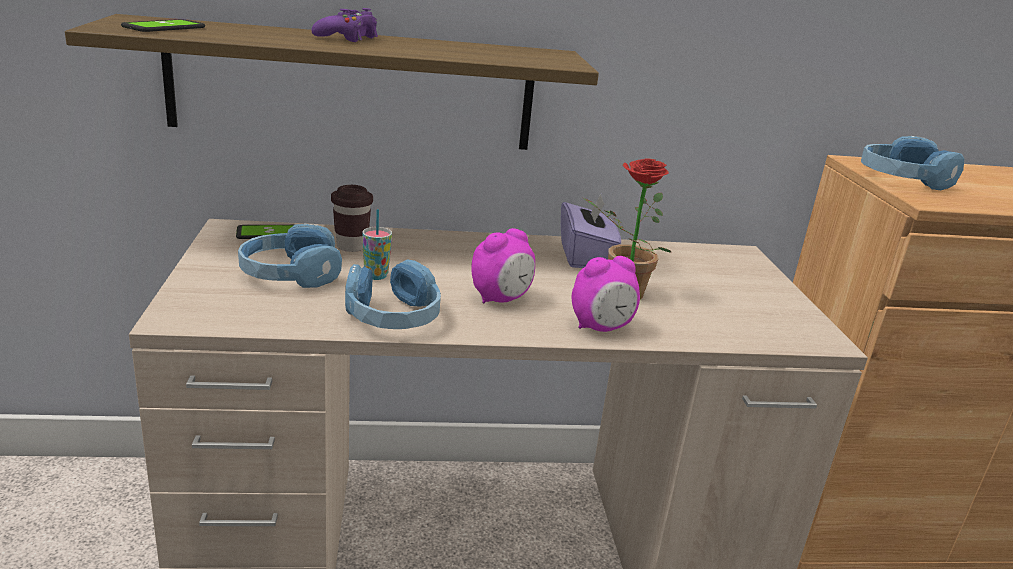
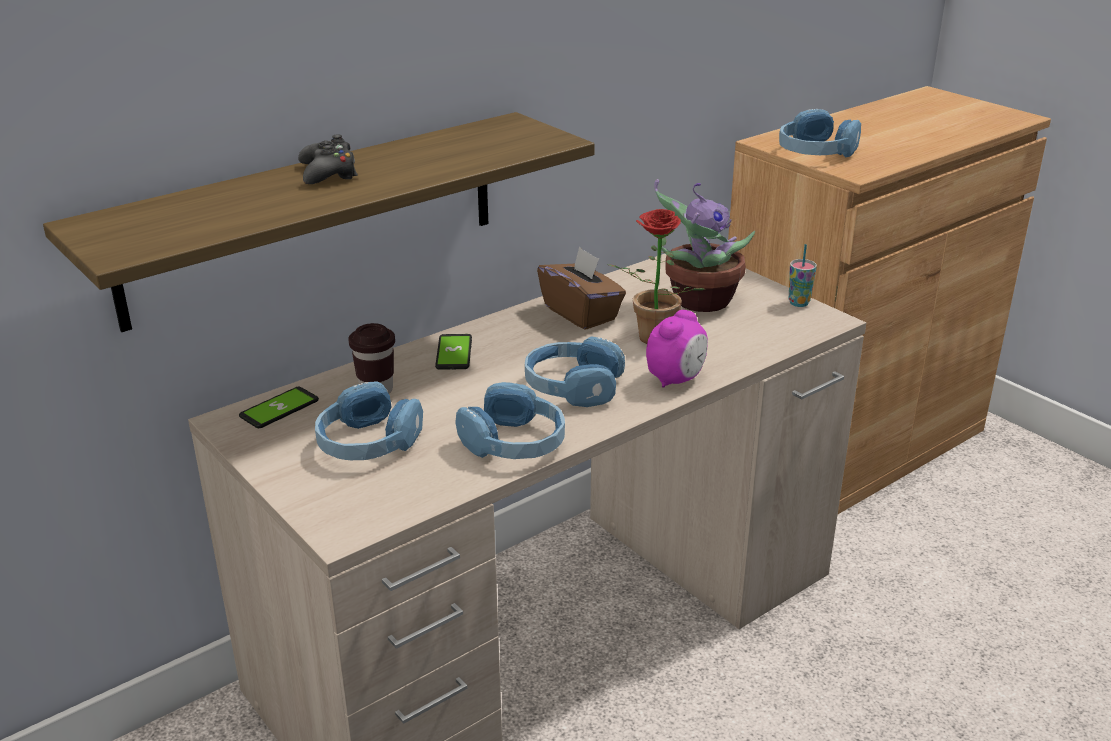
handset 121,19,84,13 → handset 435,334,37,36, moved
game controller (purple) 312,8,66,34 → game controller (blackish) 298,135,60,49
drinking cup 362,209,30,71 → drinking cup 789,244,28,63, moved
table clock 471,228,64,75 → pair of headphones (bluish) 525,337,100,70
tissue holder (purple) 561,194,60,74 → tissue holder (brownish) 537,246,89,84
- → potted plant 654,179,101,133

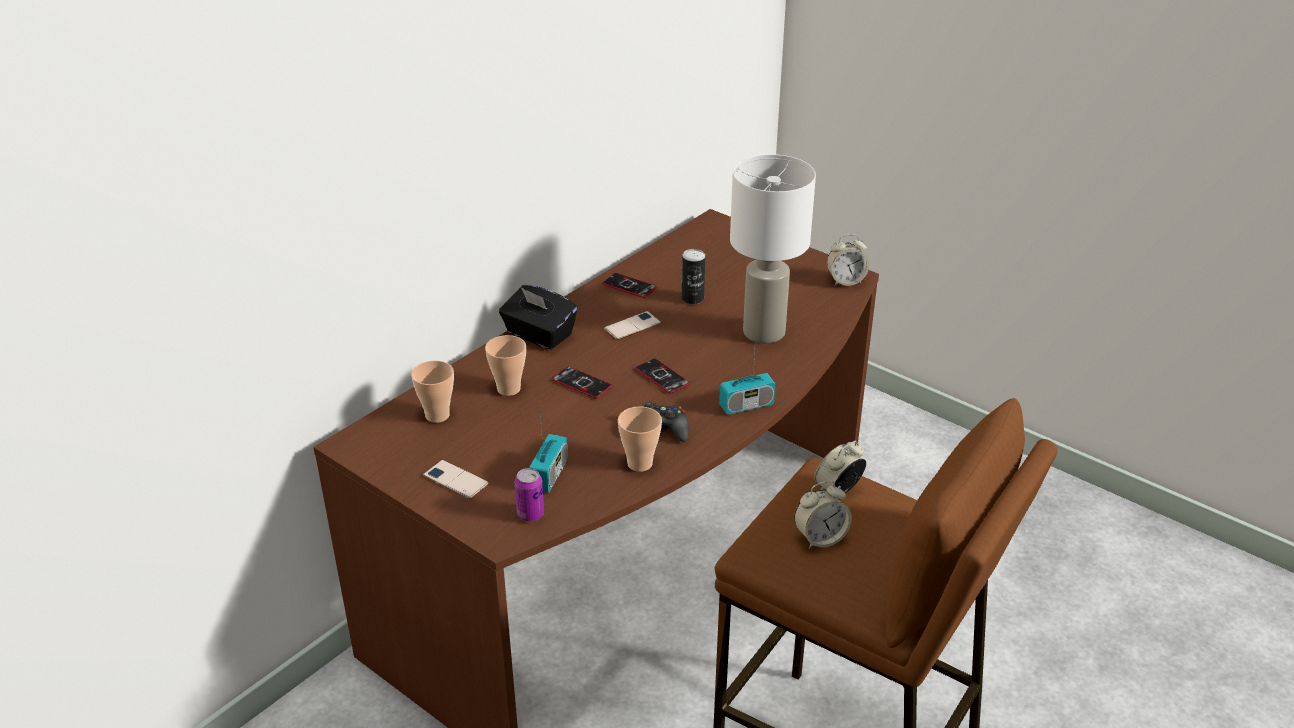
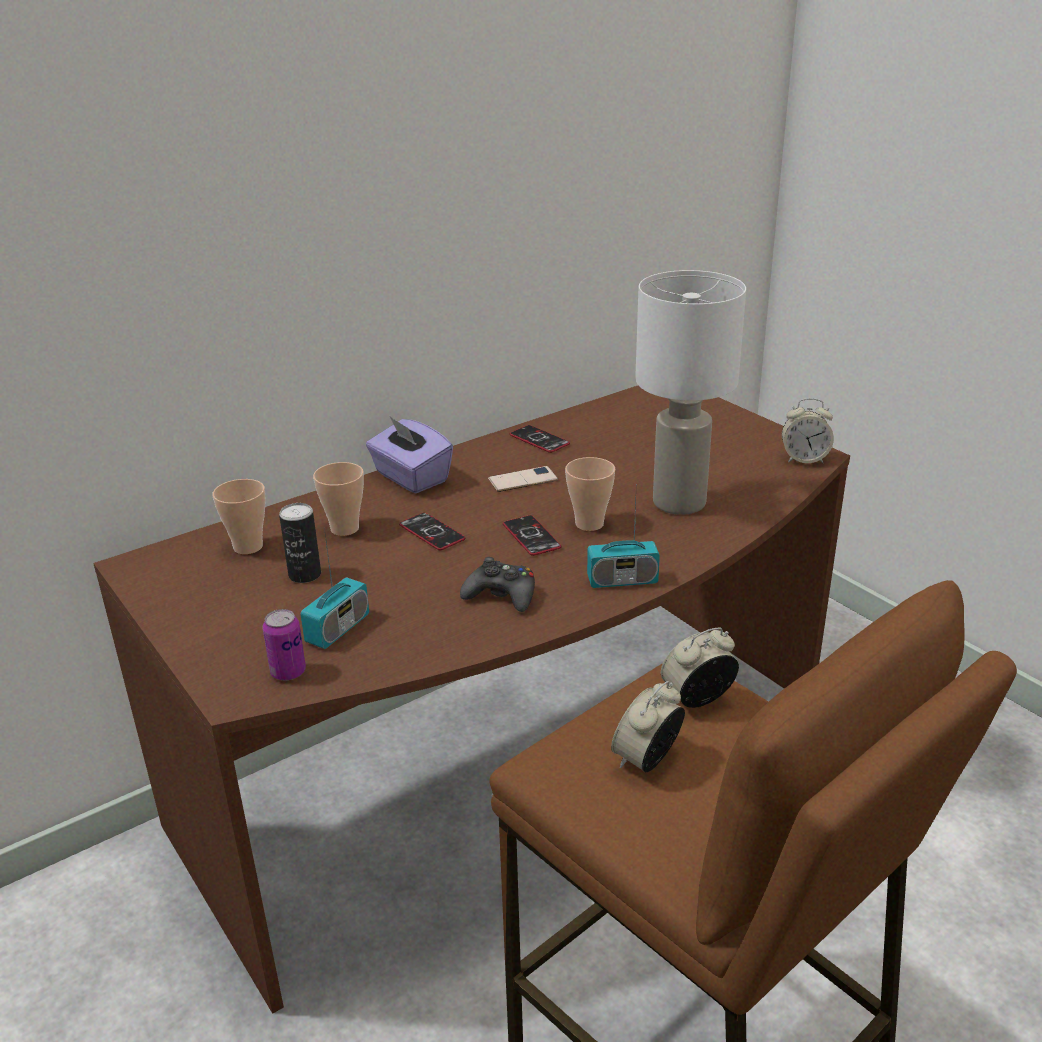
handset 423,460,66,39 → -
tissue holder (blackish) 499,285,79,64 → tissue holder (purple) 366,417,87,76
drinking cup 618,406,44,66 → drinking cup 565,457,50,74, moved
can 682,249,23,55 → can 279,503,42,80, moved
table clock 794,481,58,68 → table clock 611,681,74,91, 135 degrees clockwise

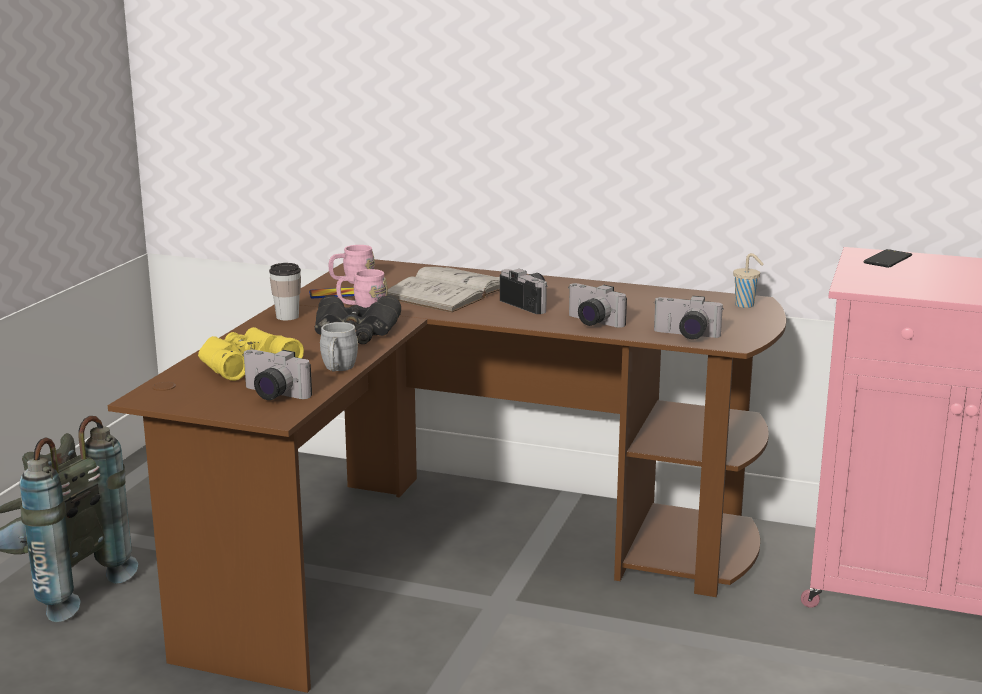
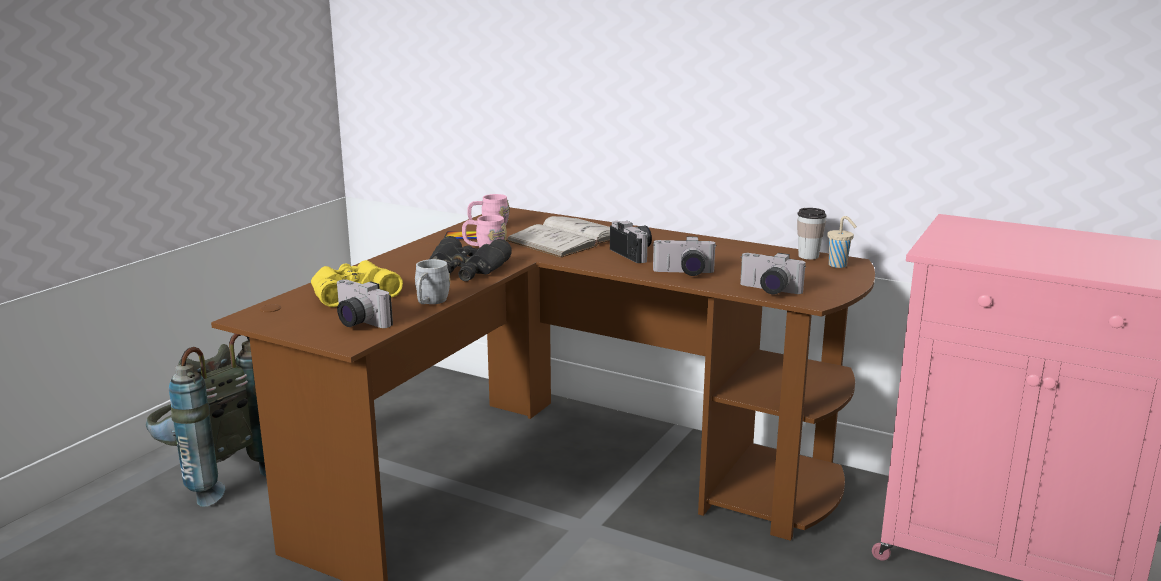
drinking cup 269,263,32,57 → drinking cup 797,208,30,51, moved
photo camera 569,283,58,45 → photo camera 653,236,64,40, 45 degrees counterclockwise
handset 864,249,48,19 → -

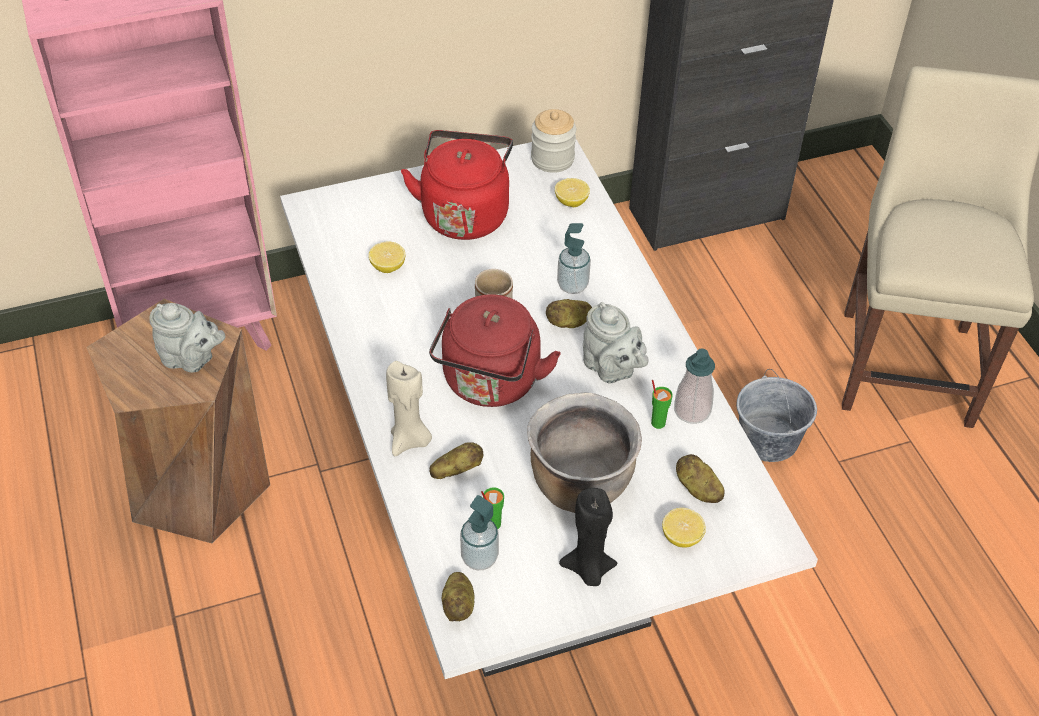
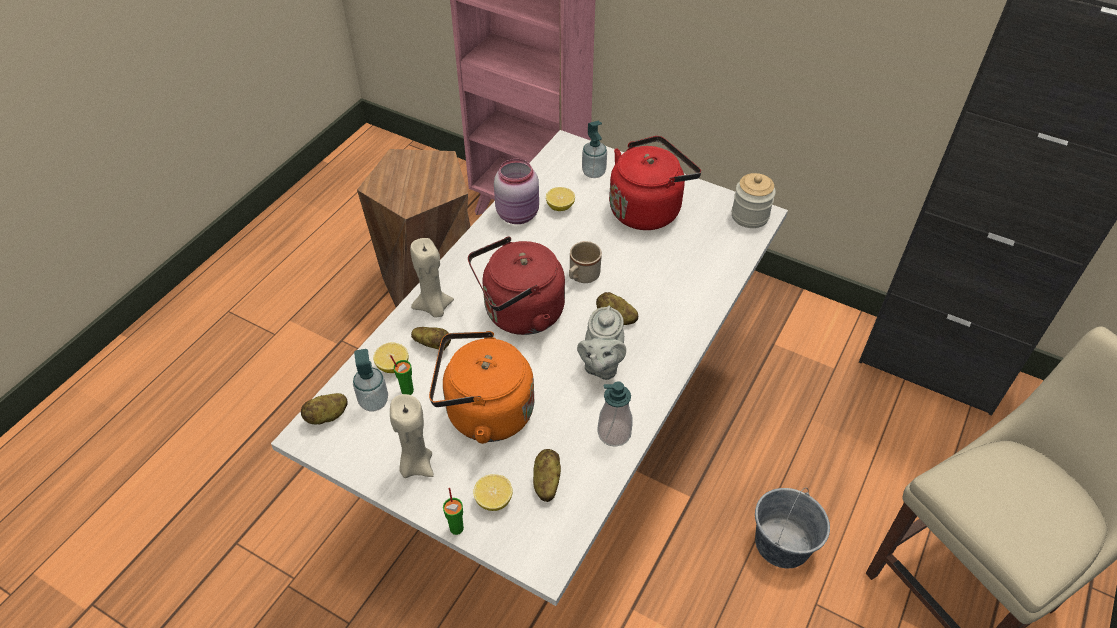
pot for tea (grey) 149,303,76,70 → -
stockpot (brownish) 527,393,115,120 → kettle (orangey) 429,331,105,113
lemon 555,178,35,29 → lemon 373,342,36,31, moved
soap bottle 557,223,34,71 → soap bottle 582,121,25,57, moved
wax light (blackish) 559,488,59,98 → wax light (sand-coloured) 390,394,44,84
drinking cup (green) 651,380,22,49 → drinking cup (green) 443,488,21,47, moved
- → storage jar (pink) 494,159,45,65

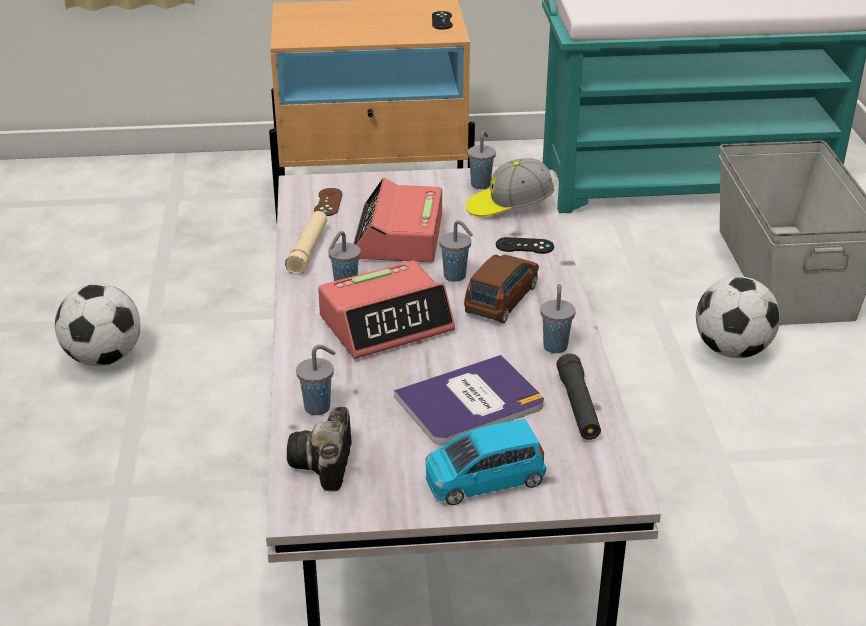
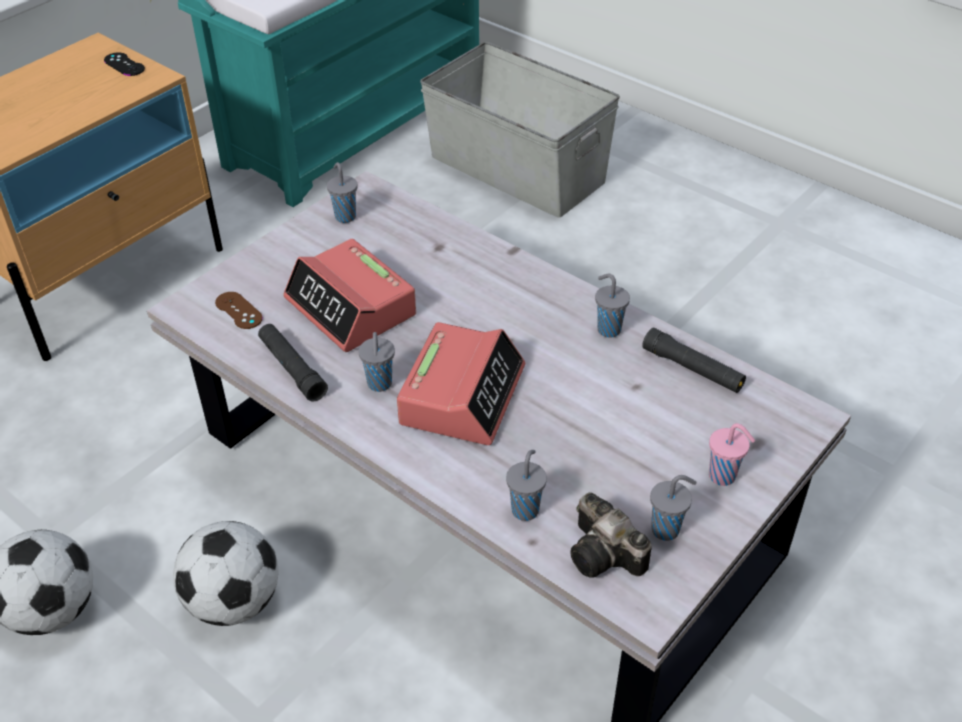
torch (sand-coloured) 285,211,42,63 → torch (blackish) 258,324,70,78
bound book 394,355,150,90 → -
toy car (bluish) 426,419,120,86 → drinking cup (pink) 709,423,46,63
drinking cup (grey) 439,220,34,62 → drinking cup (grey) 650,475,46,66, moved
toy car (brownish) 464,254,75,69 → -
baseball cap 466,158,88,58 → -
game controller (blackish) 496,237,58,17 → -
football ball 696,276,84,82 → football ball 173,521,106,105, moved

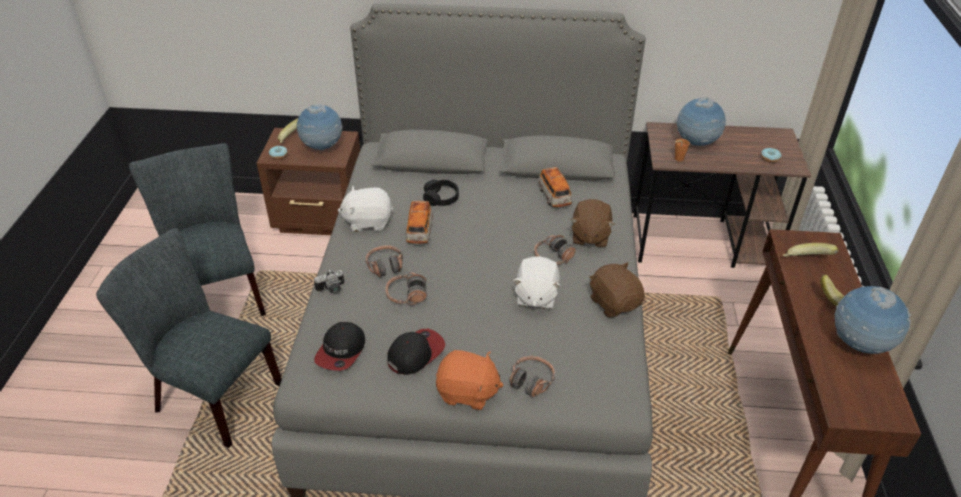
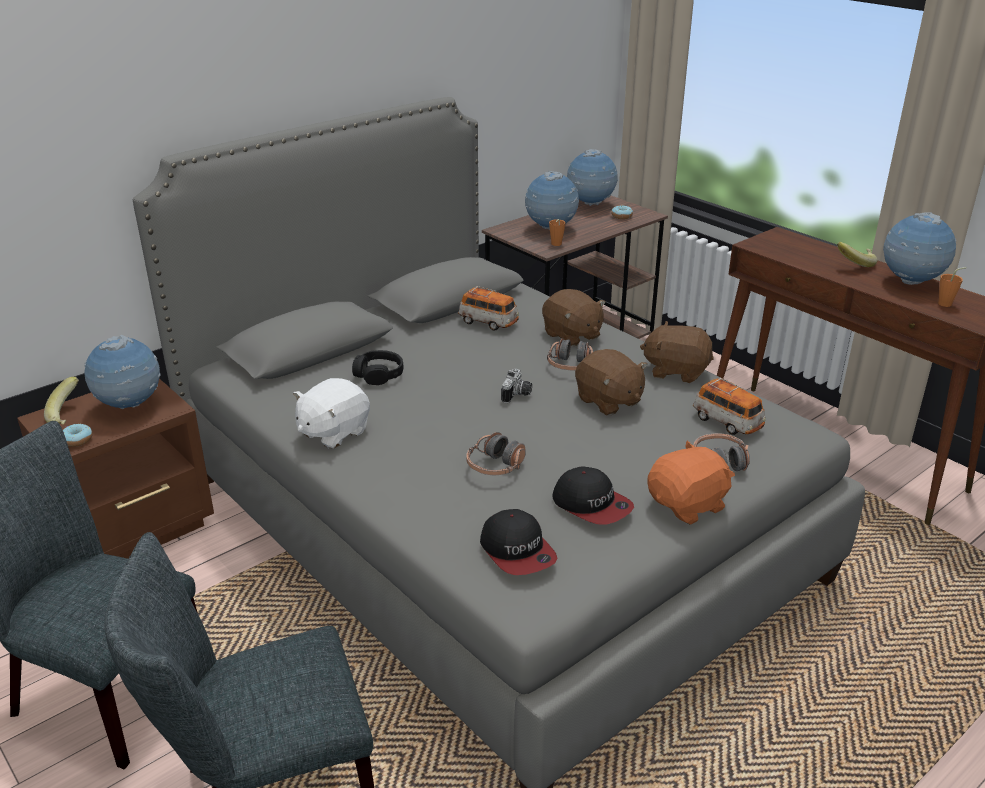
photo camera 314,270,30,24 → photo camera 501,369,31,34, moved
pair of headphones 365,245,38,32 → -
baseball cap 387,329,58,46 → baseball cap 552,467,82,58, 135 degrees clockwise
toy car 405,201,28,43 → toy car 693,378,73,57, moved
plush toy (whitish) 513,256,47,53 → plush toy (brownish) 575,349,73,67
banana fruit 783,243,55,14 → -
- → desk globe 567,149,52,57
- → drinking cup (orangey) 938,267,29,40

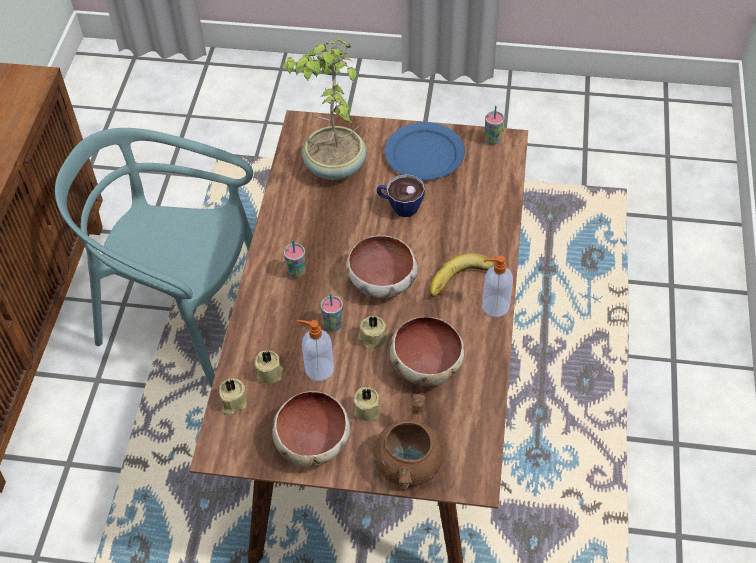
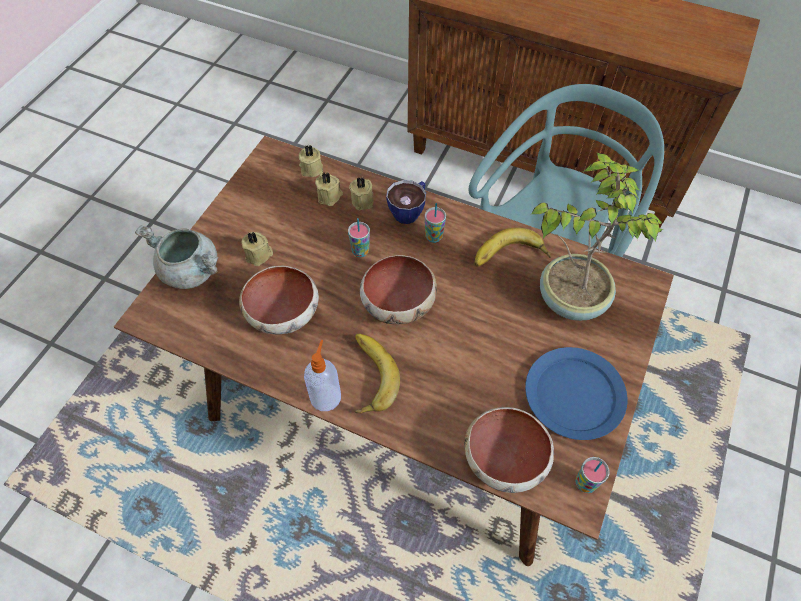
deep dish 272,391,78,76 → deep dish 464,407,90,86, moved
soap bottle 297,320,37,61 → -
wax light (sand-coloured) 358,316,29,33 → wax light (sand-coloured) 349,177,24,33, moved
stockpot (brownish) 374,394,68,95 → stockpot (grey) 135,225,83,64
drinking cup 376,174,49,43 → drinking cup 386,180,40,44, moved
- → banana fruit 475,228,76,38

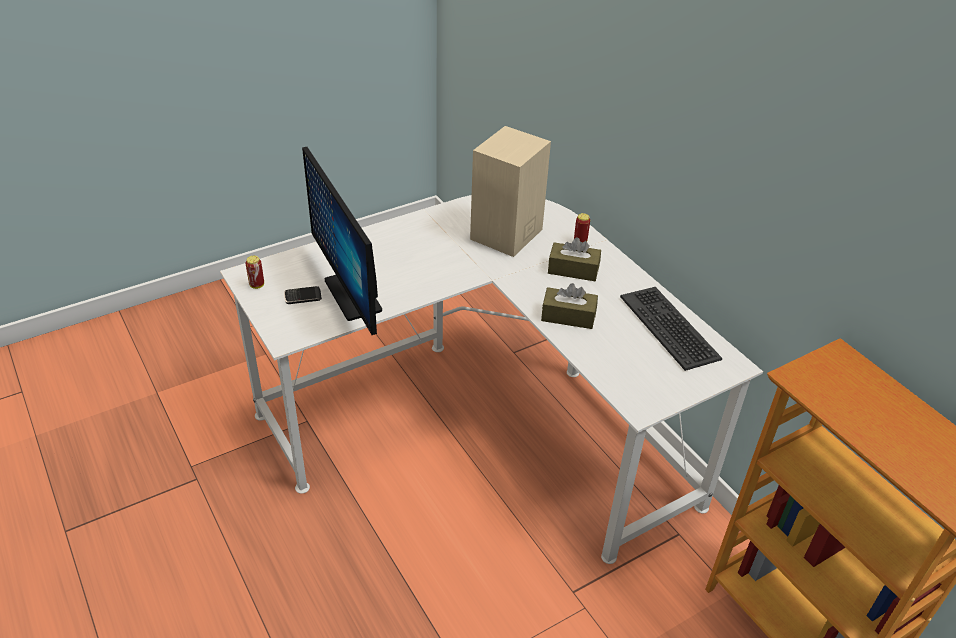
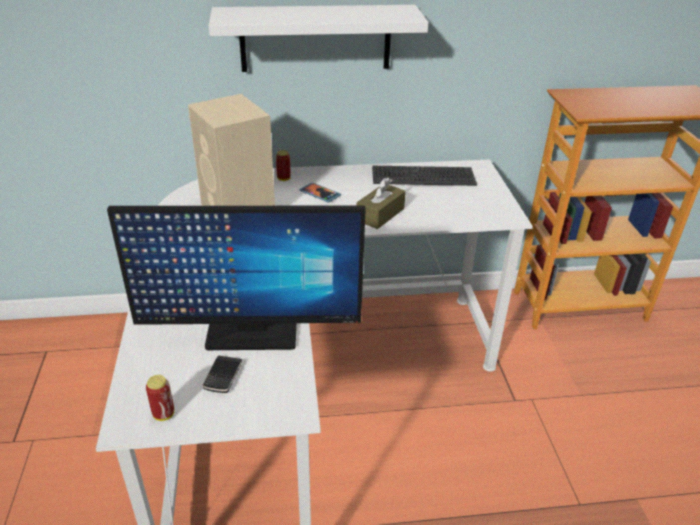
tissue holder (brownish) 548,237,53,44 → handset 299,183,42,19
- → wall shelf (whitish) 209,5,220,67

